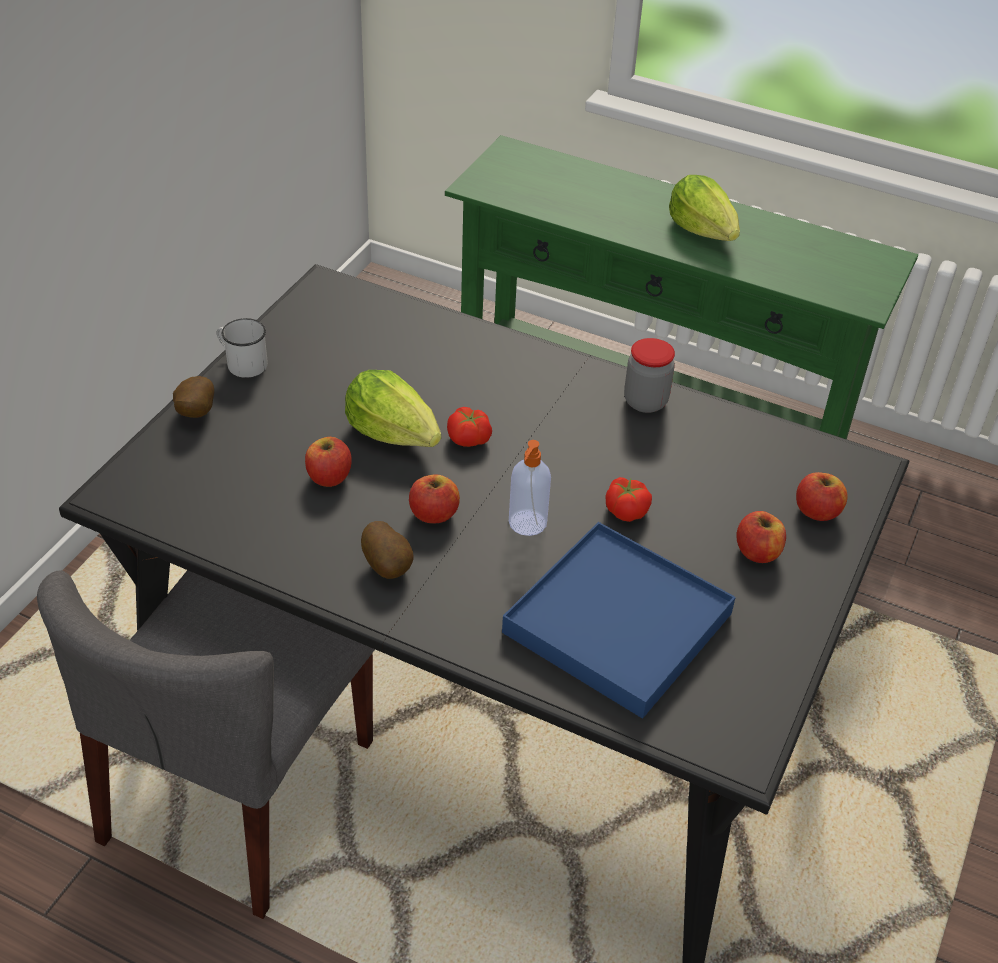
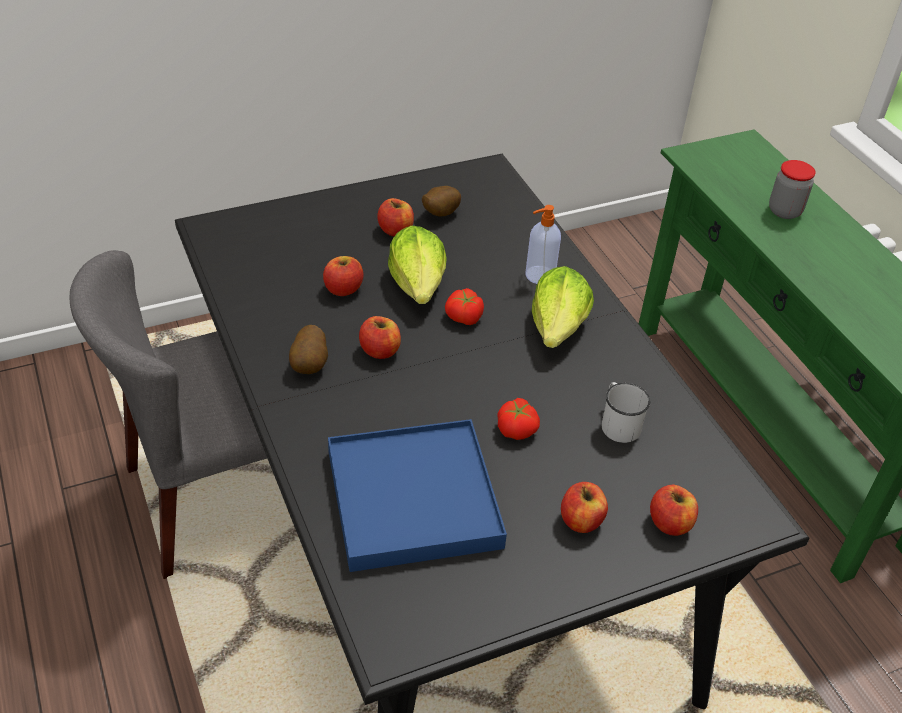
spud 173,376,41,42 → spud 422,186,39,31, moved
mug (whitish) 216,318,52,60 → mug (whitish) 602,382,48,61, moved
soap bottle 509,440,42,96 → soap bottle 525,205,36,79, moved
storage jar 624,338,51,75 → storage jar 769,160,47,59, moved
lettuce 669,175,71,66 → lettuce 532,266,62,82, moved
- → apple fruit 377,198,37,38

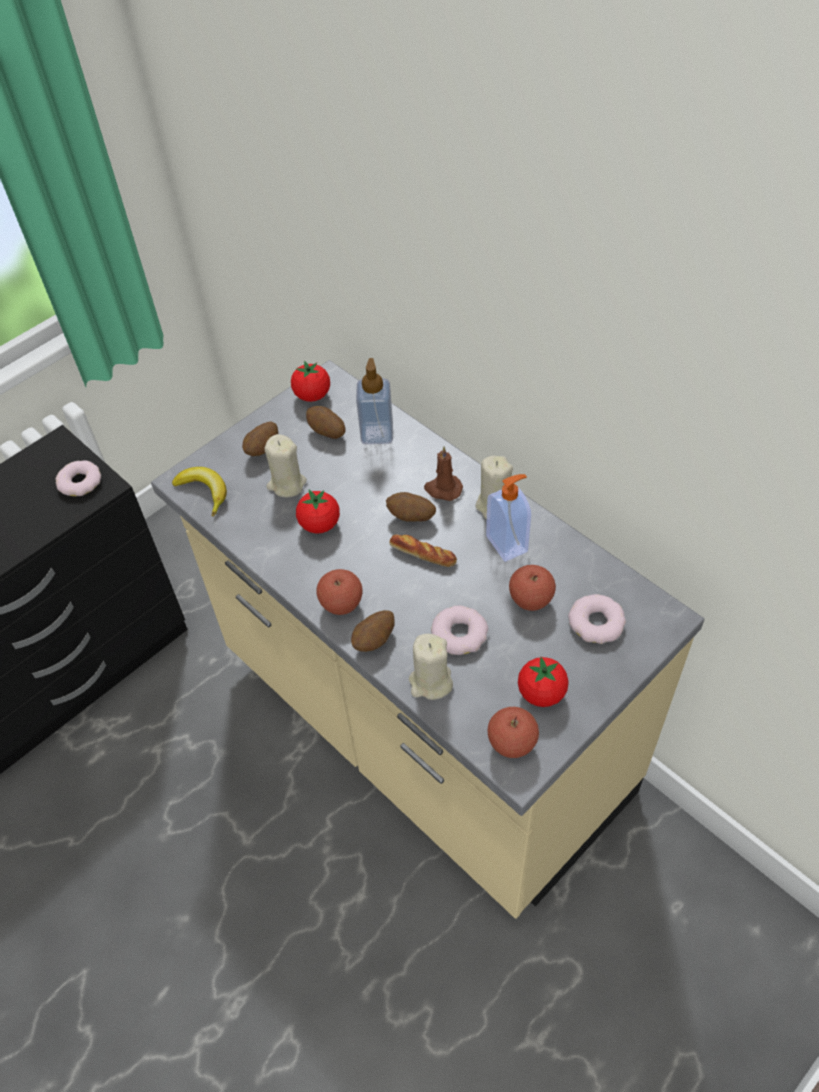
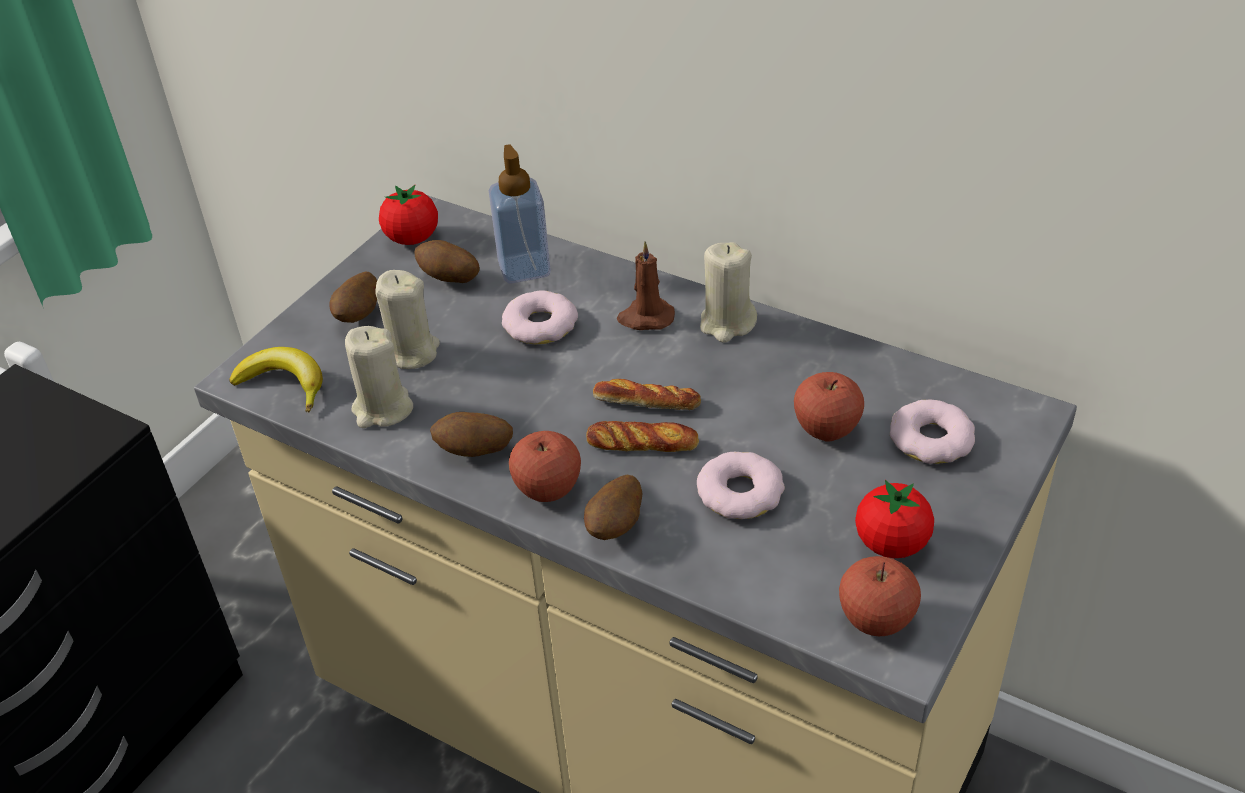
donut 56,460,45,36 → donut 502,291,76,53, moved
tomato 296,490,44,44 → -
spud 386,492,50,30 → spud 430,412,83,45, moved
wax light (sand-coloured) 409,634,44,66 → wax light (sand-coloured) 345,326,68,102, moved
soap bottle 486,474,45,88 → -
- → baked bread 586,421,113,31

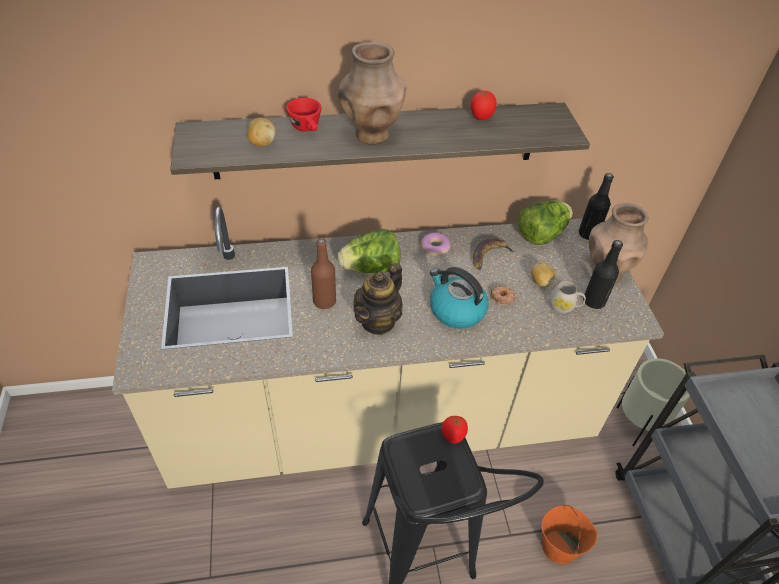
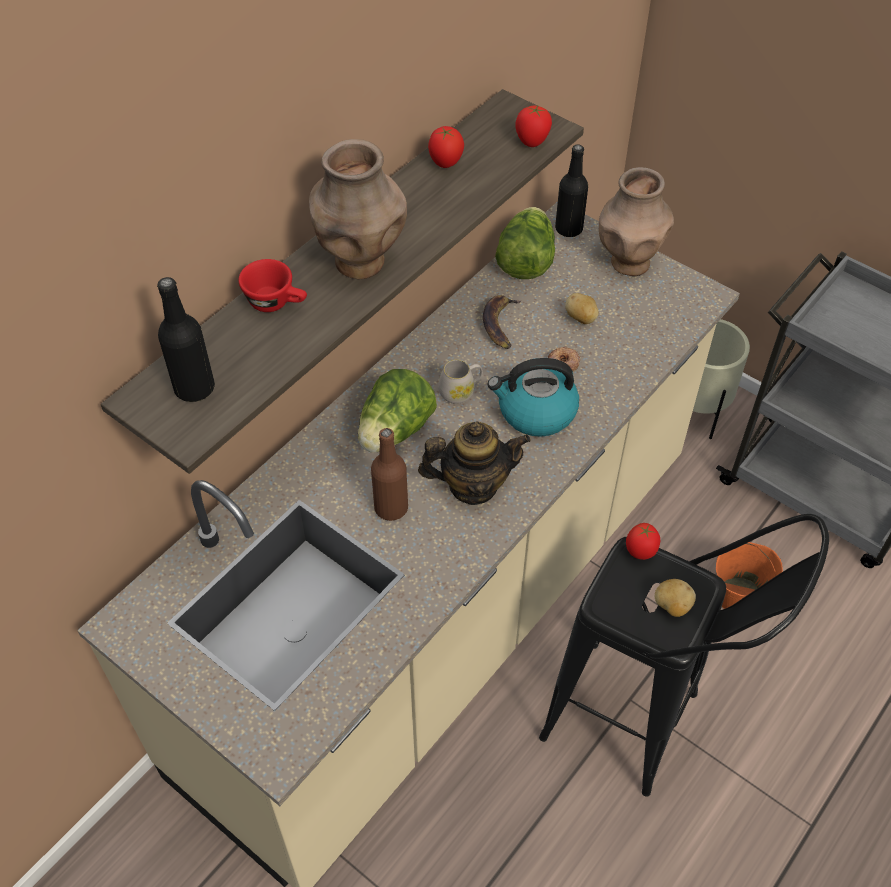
spud 247,118,29,29 → spud 655,579,41,38, moved
pot for tea 353,263,49,72 → pot for tea 418,422,113,83, 90 degrees counterclockwise
donut 421,233,30,23 → -
mug (whitish) 549,281,37,33 → mug (whitish) 438,360,45,44, moved
beverage bottle (blackish) 583,240,40,69 → beverage bottle (blackish) 157,277,58,125, moved
- → tomato 516,106,36,41

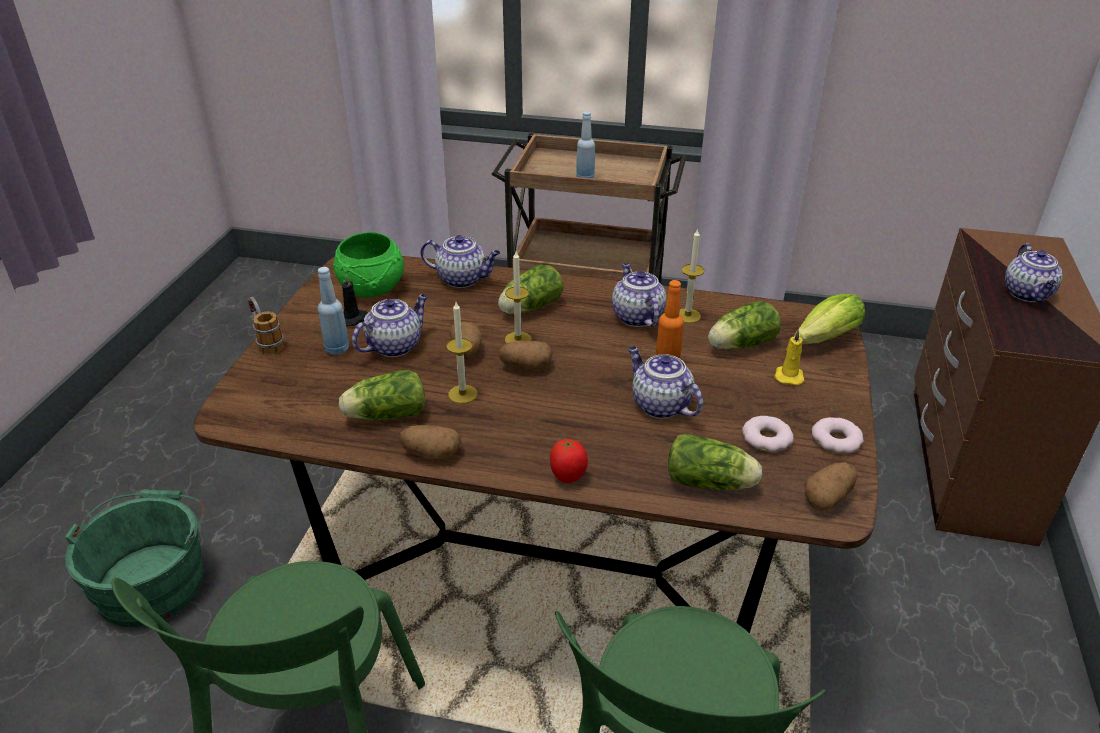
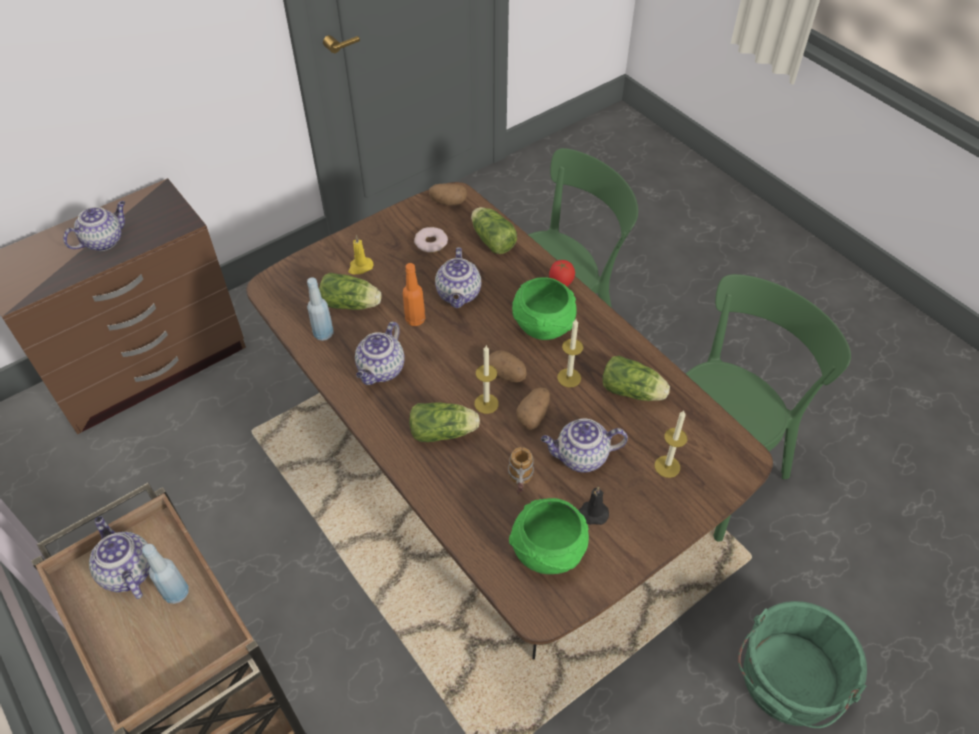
mug 248,297,36,57 → mug 508,447,26,48, moved
beverage bottle (bluish) 318,267,31,88 → beverage bottle (bluish) 307,277,26,64, moved
spud 400,425,61,35 → -
pot for tea 420,235,81,53 → pot for tea 89,516,61,83, moved
wax light 679,228,25,95 → wax light 655,411,32,67, moved
lettuce 794,294,71,50 → -
donut 812,417,51,37 → -
- → deep dish (green) 512,277,65,63

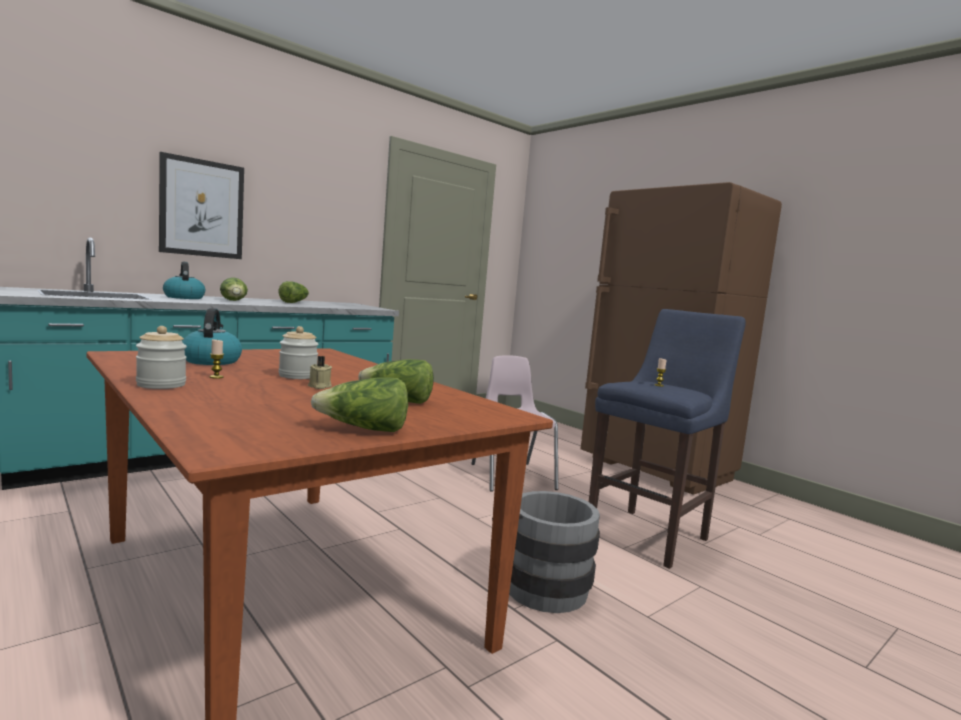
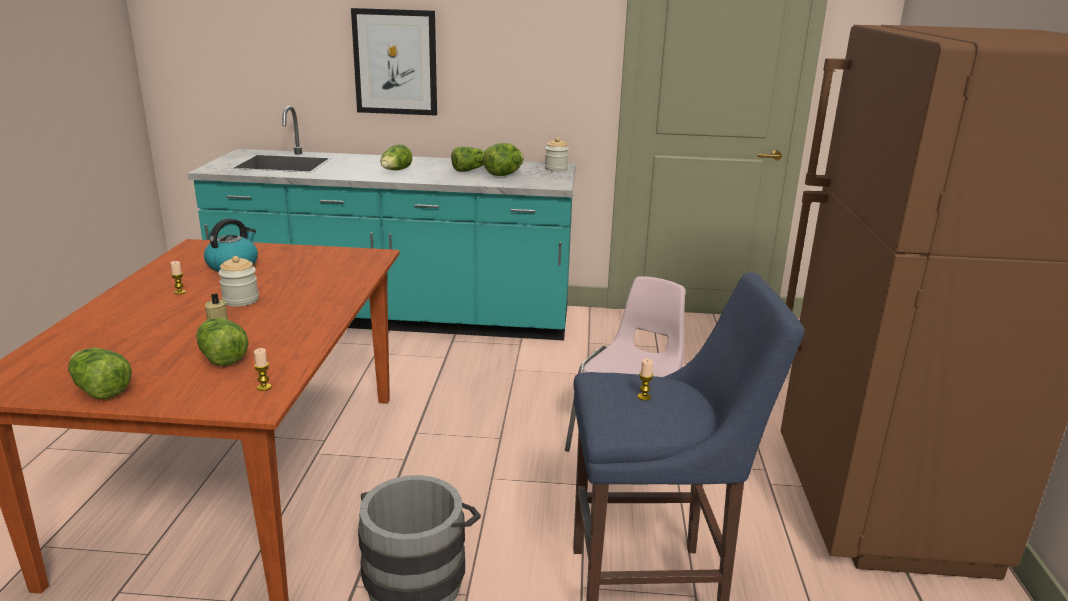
storage jar 136,326,51,63 → storage jar 545,137,24,35, moved
kettle 163,262,42,37 → -
- → wax light 254,348,17,43
- → lettuce 483,143,41,33

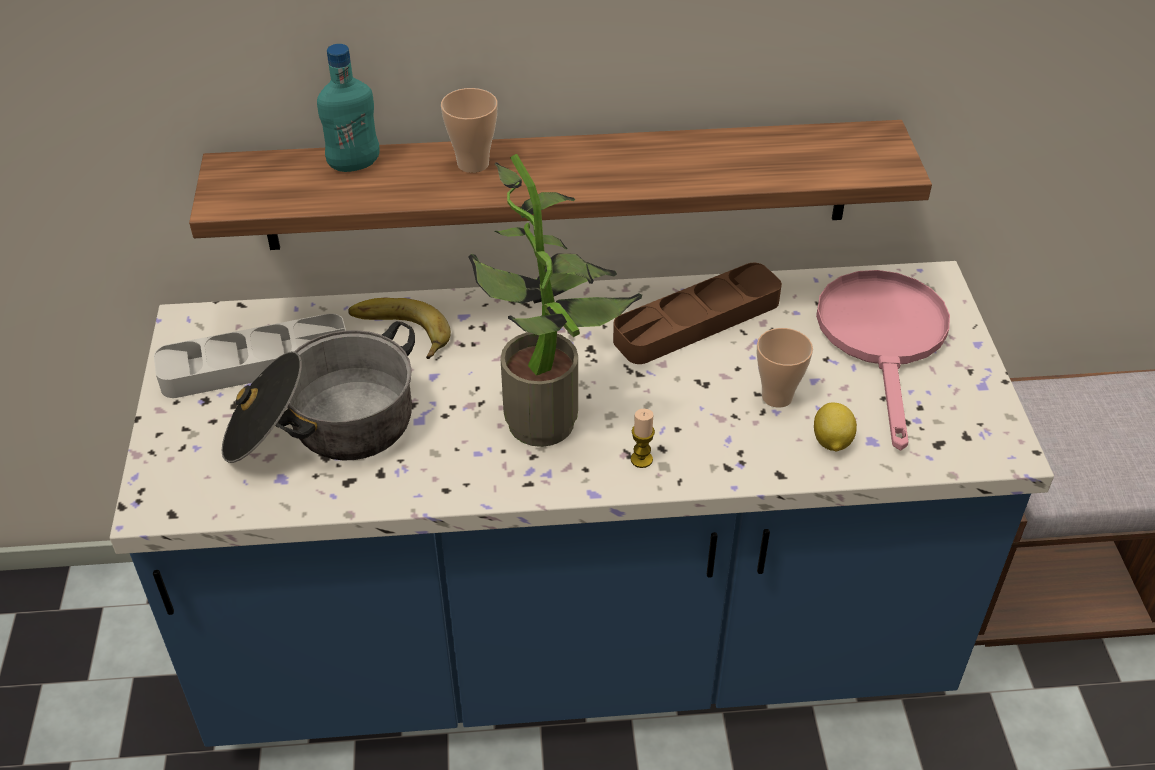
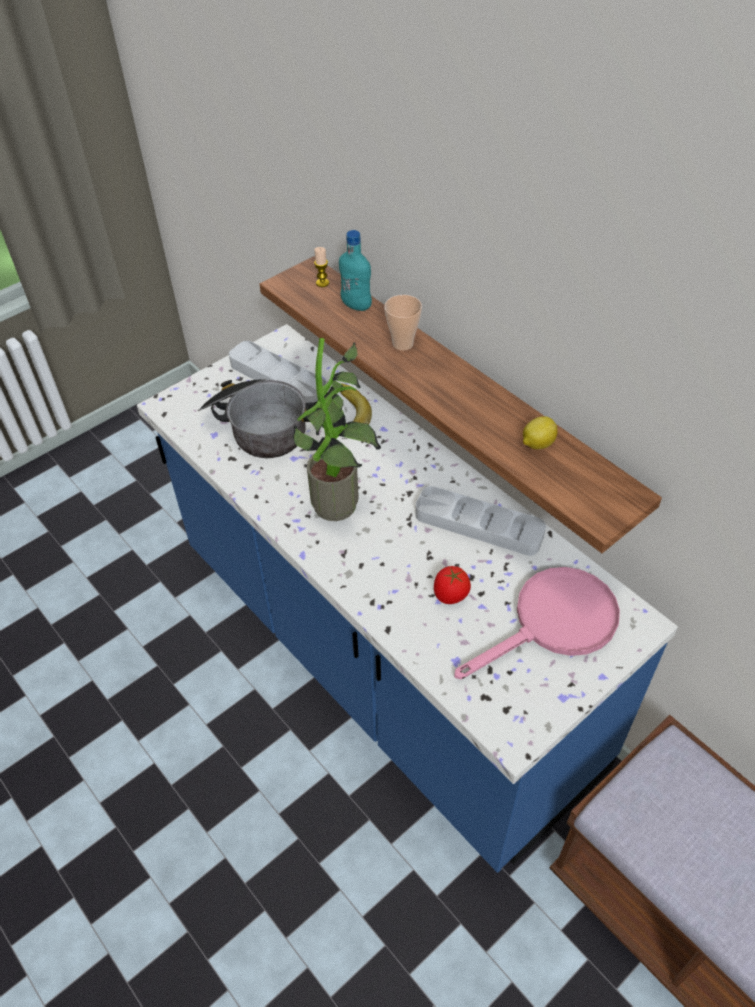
serving tray (brownish) 613,263,169,101 → serving tray (grey) 415,486,131,70
wax light 631,409,24,59 → wax light 314,247,15,40, moved
drinking cup 757,328,56,80 → tomato 434,566,37,38
lemon 814,403,43,49 → lemon 523,416,35,33, moved

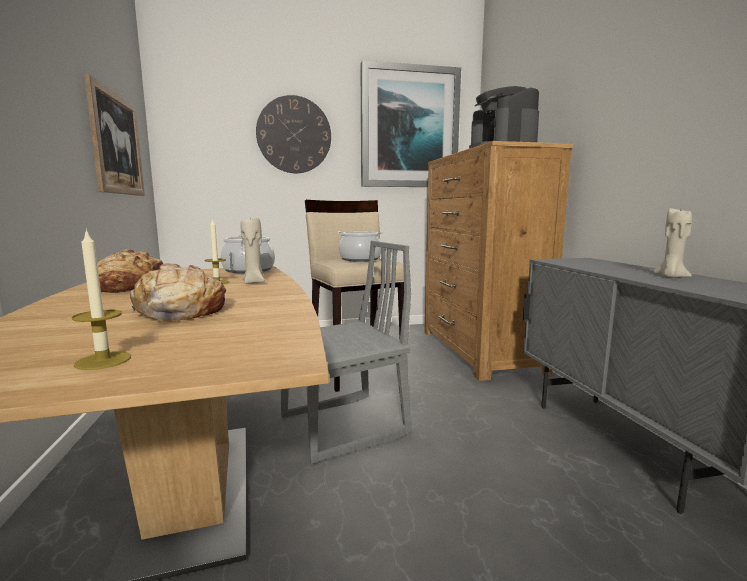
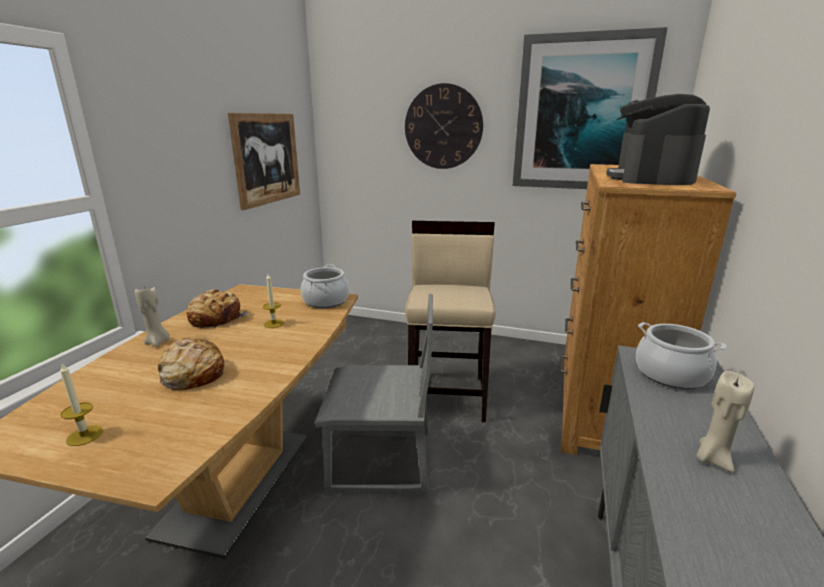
wax light (sand-coloured) 240,218,25,66 → wax light (sand-coloured) 135,286,35,61, moved
stockpot 337,231,47,31 → stockpot 636,322,90,67, moved

